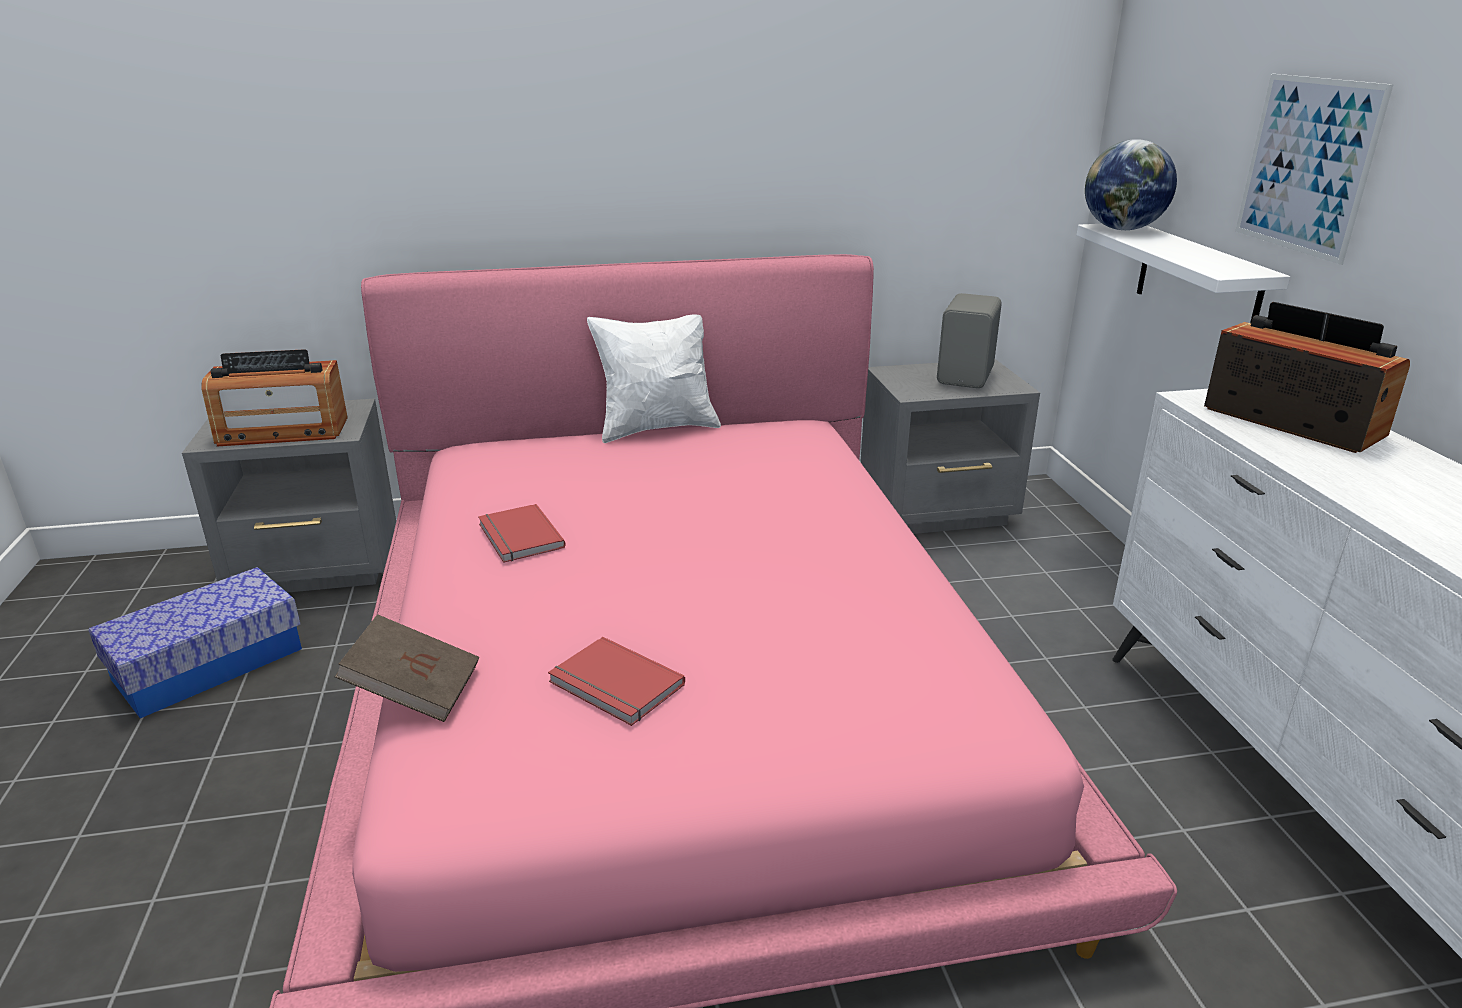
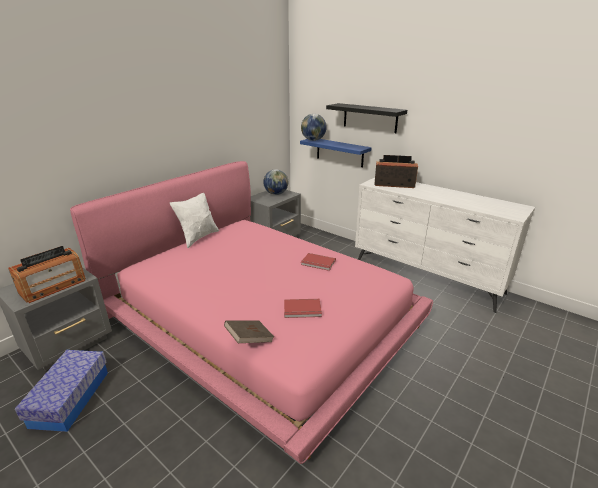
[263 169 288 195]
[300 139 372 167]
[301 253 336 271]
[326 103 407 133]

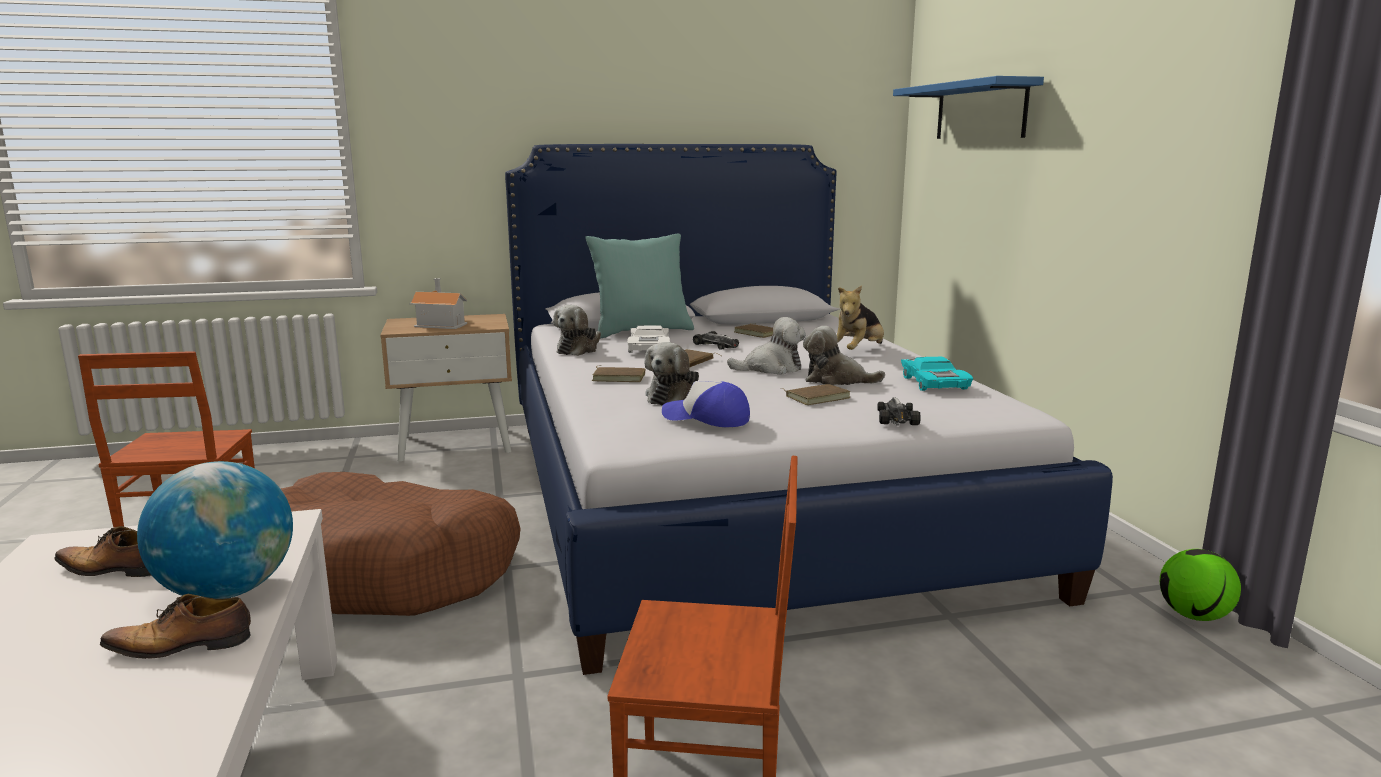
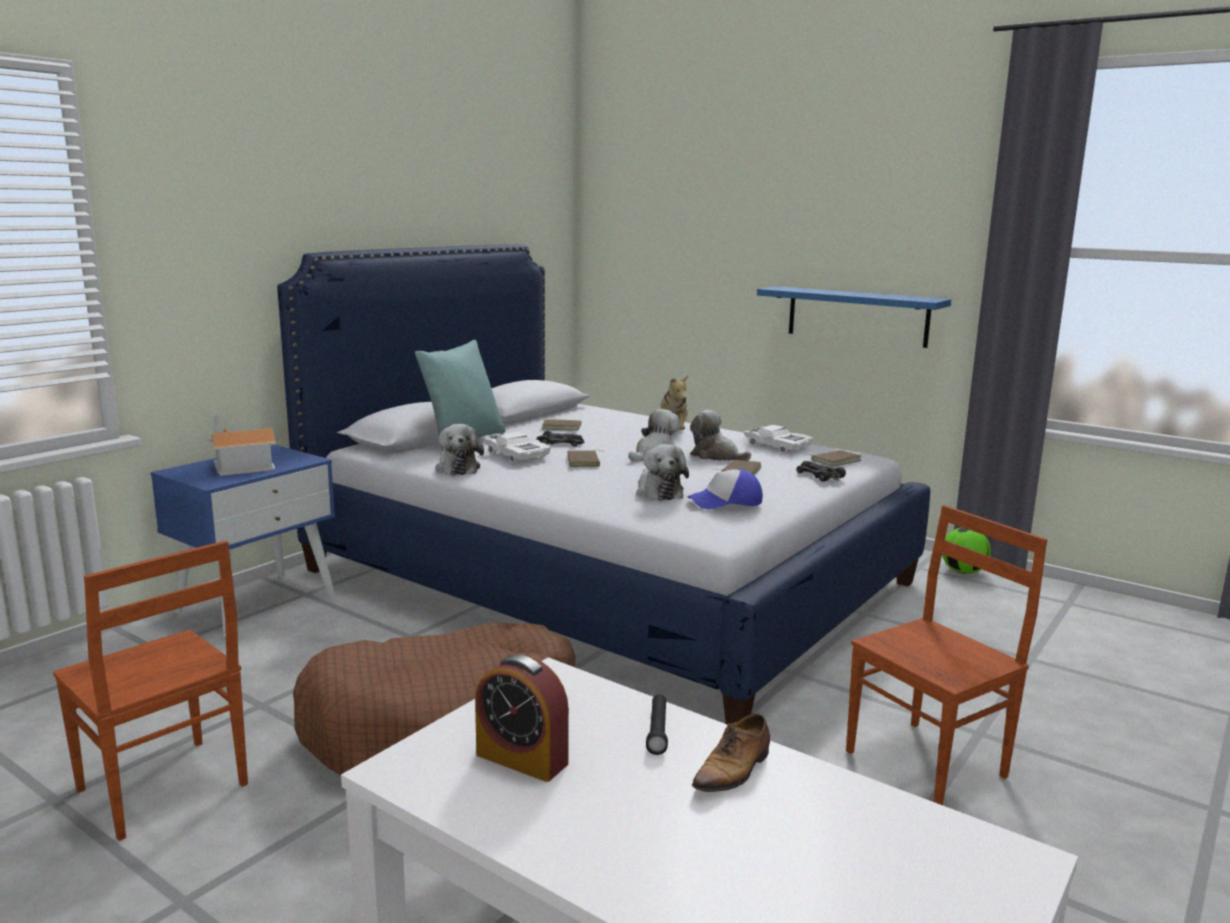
[151 445 335 637]
[475 655 569 782]
[646 694 668 755]
[690 410 751 461]
[744 425 813 453]
[757 286 951 348]
[809 450 861 467]

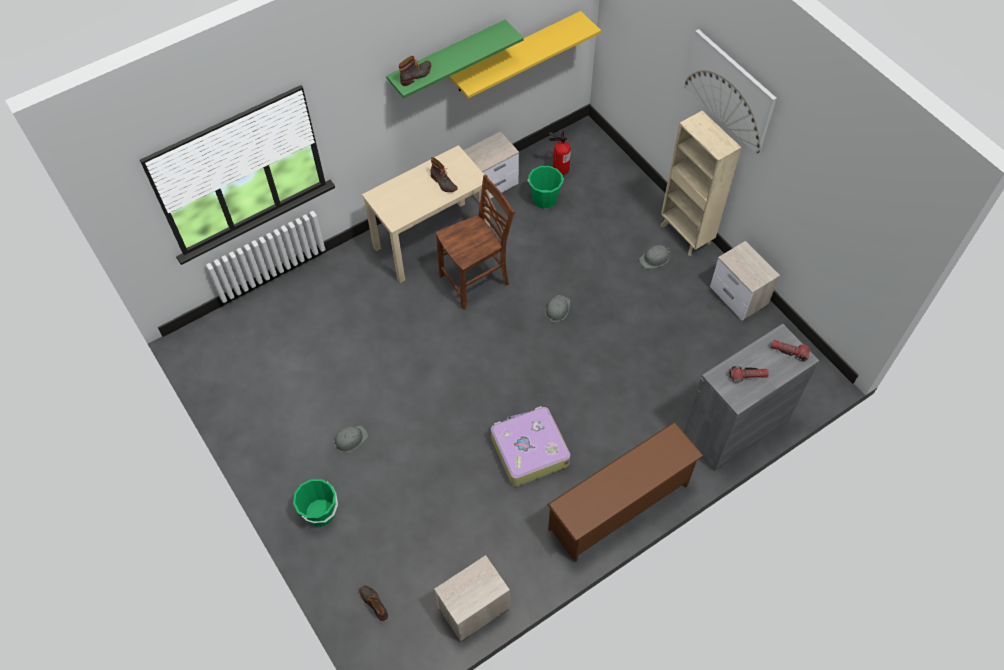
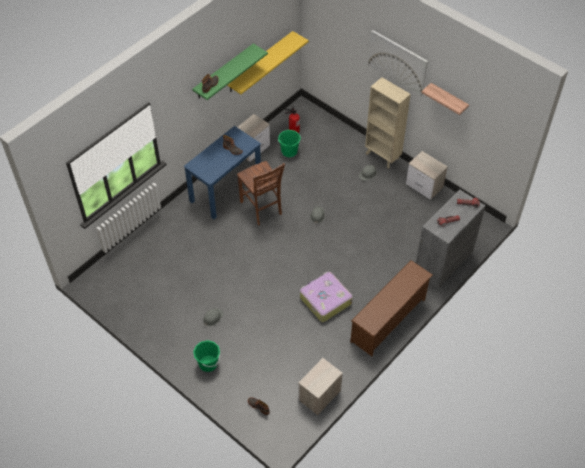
[184 126 261 219]
[237 161 285 225]
[421 83 469 115]

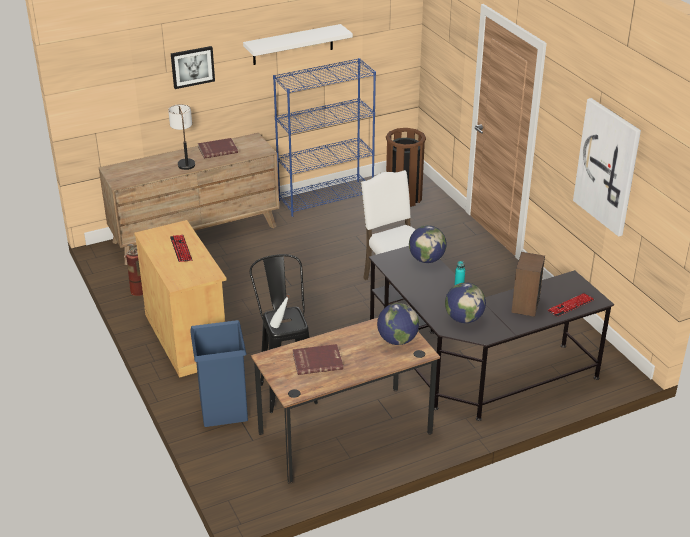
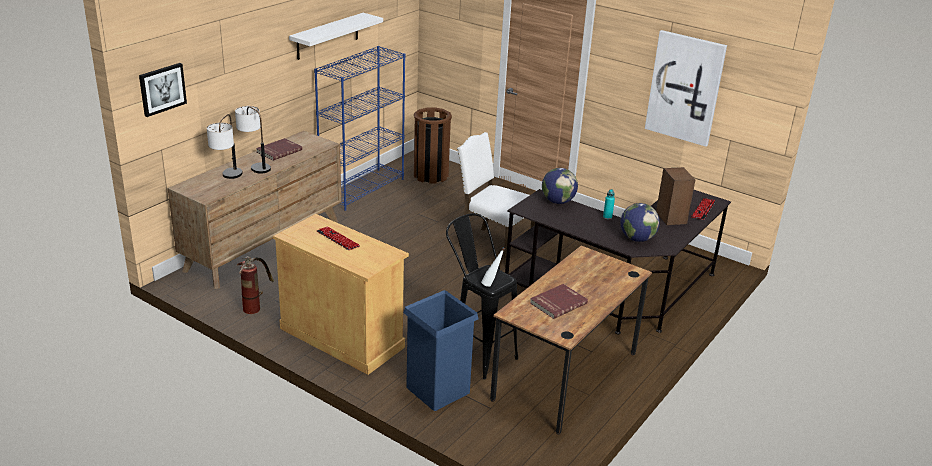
[139 63 187 117]
[207 114 243 179]
[377 303 419 345] (first image)

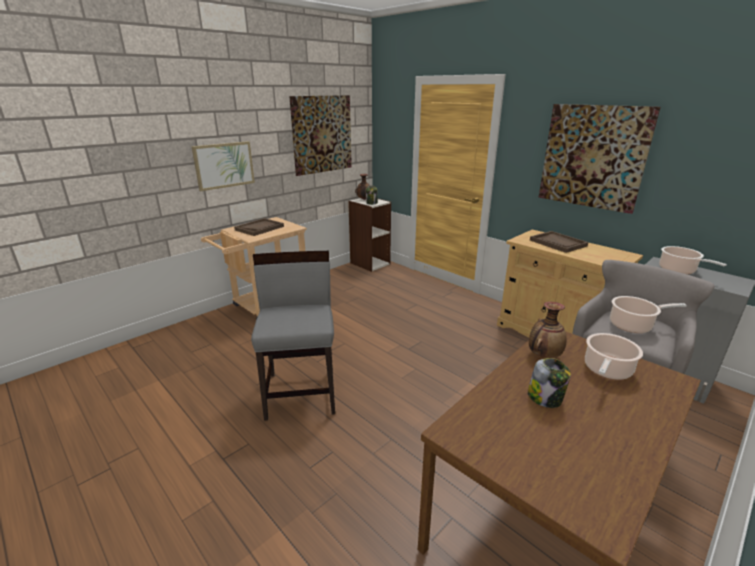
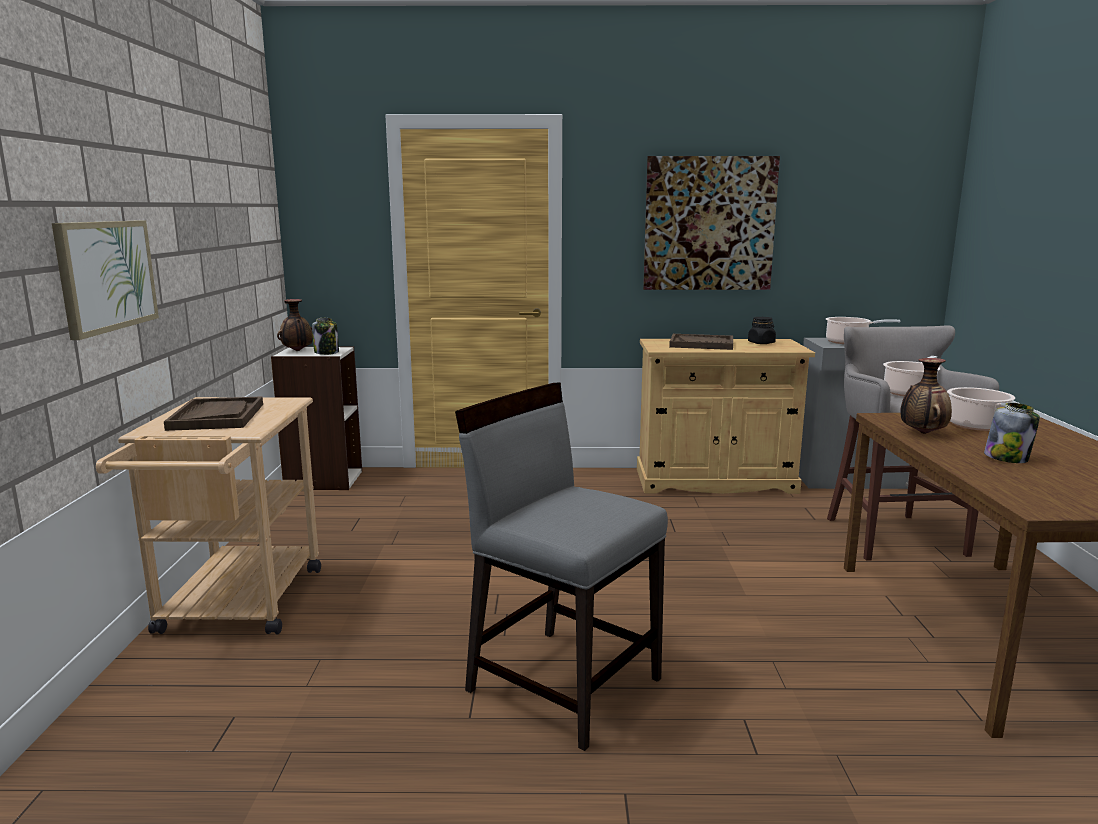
[748 317 776 344]
[289 95 352 176] (first image)

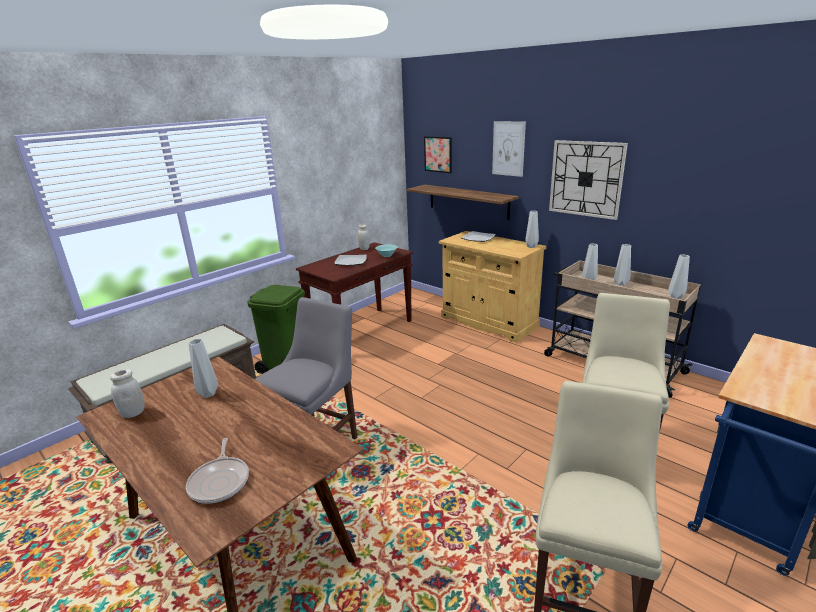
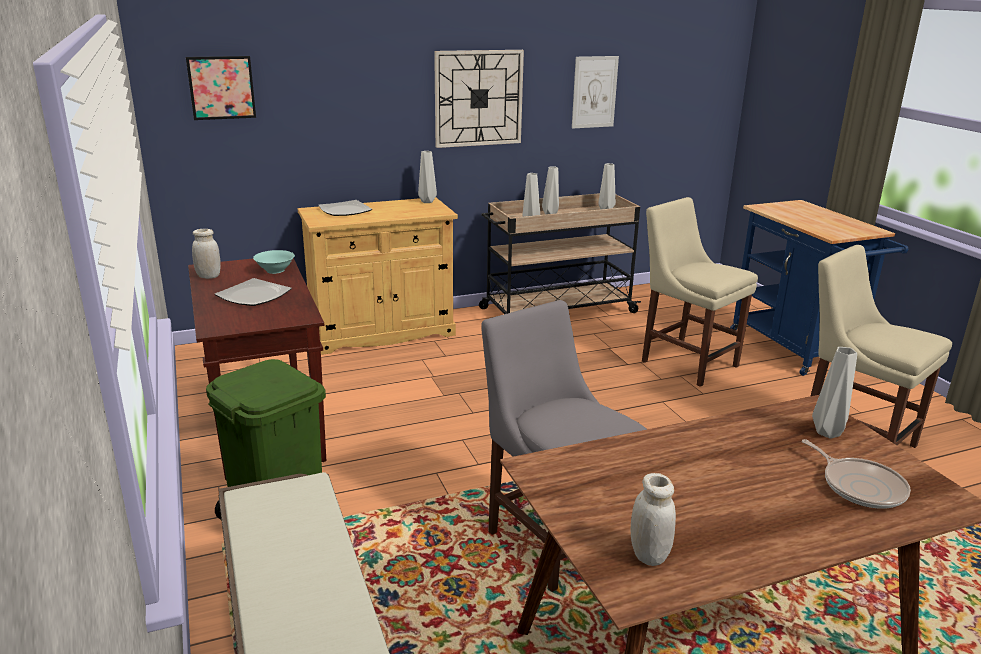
[572 56 619 129]
[802 439 911 509]
[812 347 857 439]
[407 185 519 220] (first image)

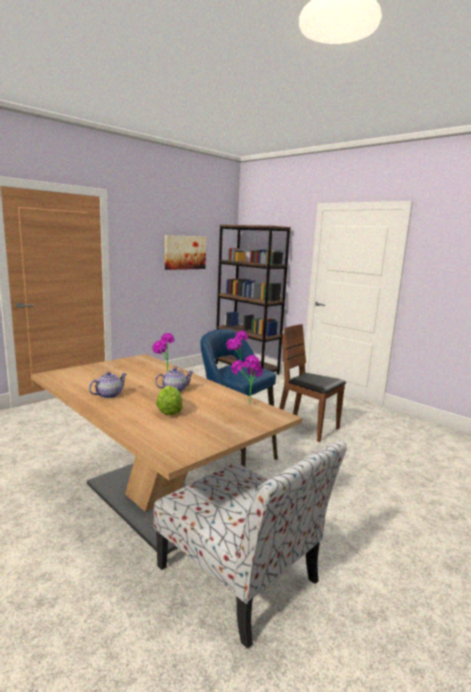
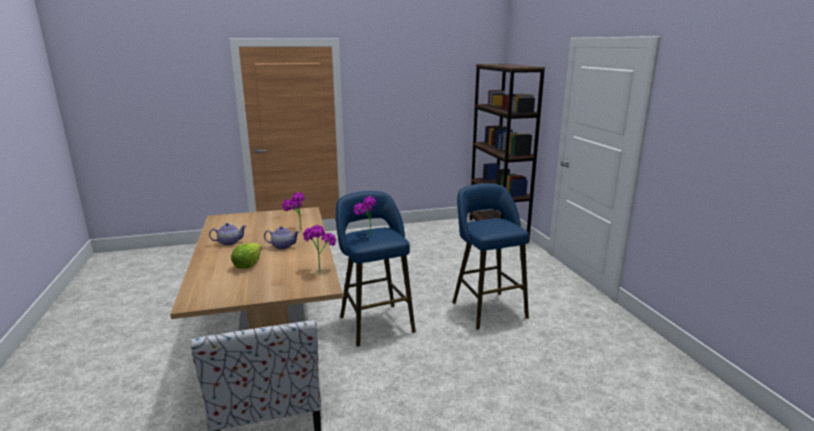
[452 183 529 329]
[165 235 206 270] (first image)

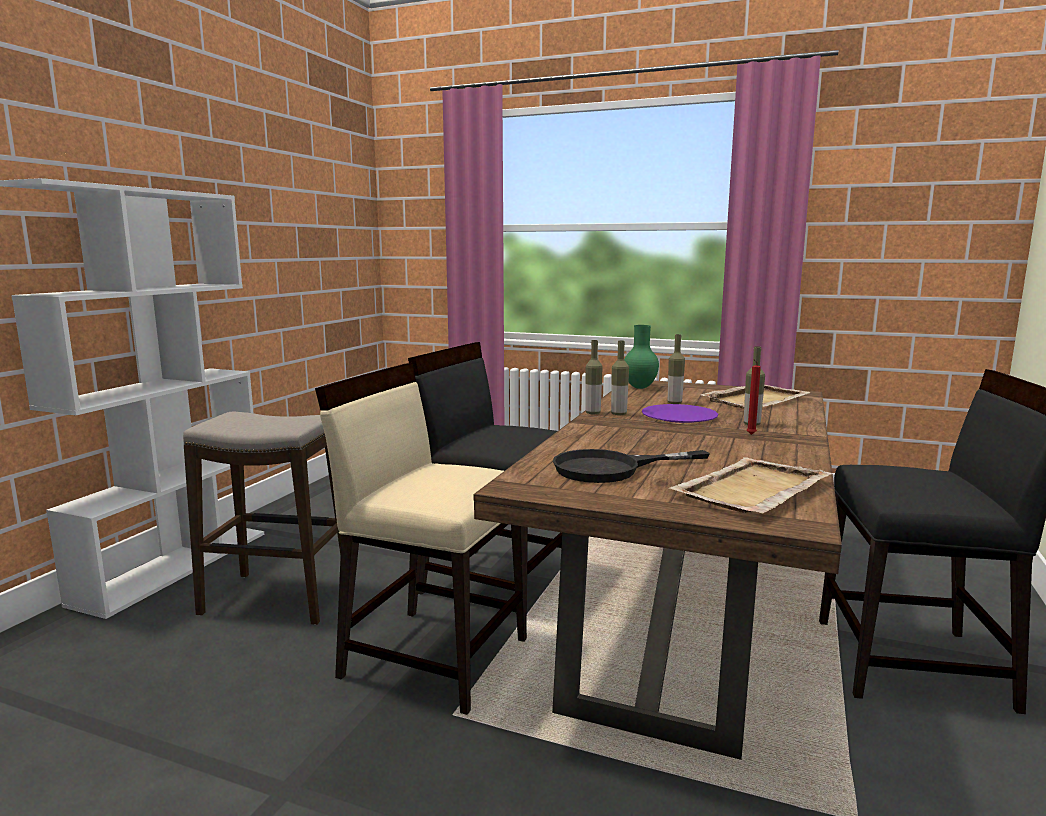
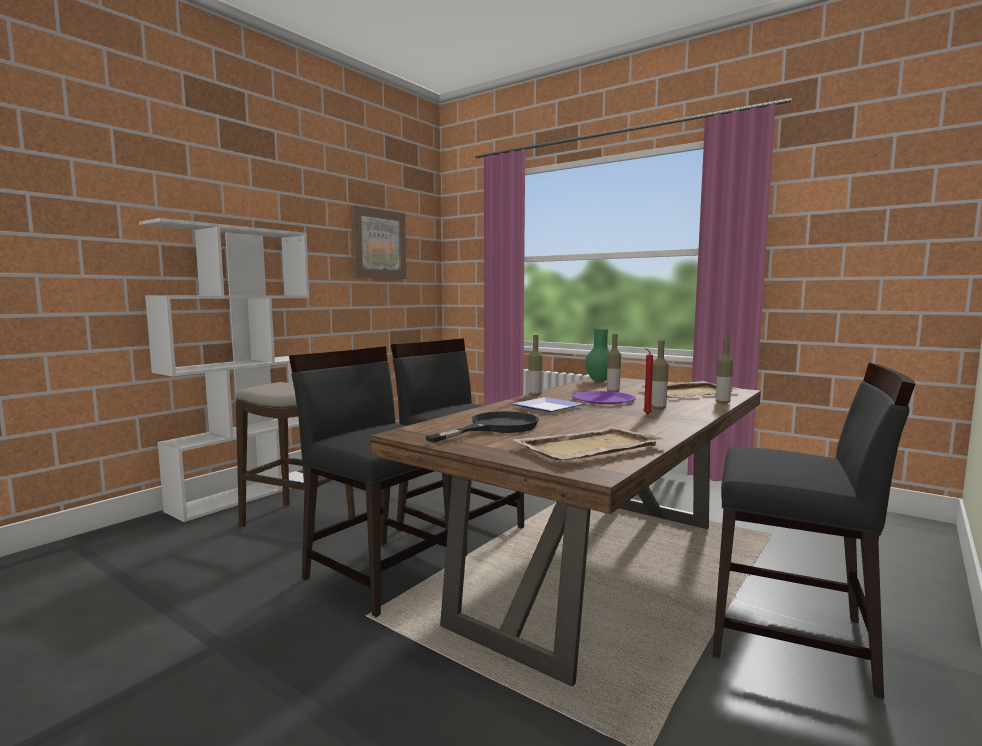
[289 346 452 617]
[351 205 406 279]
[425 411 539 443]
[513 397 583 412]
[716 338 733 403]

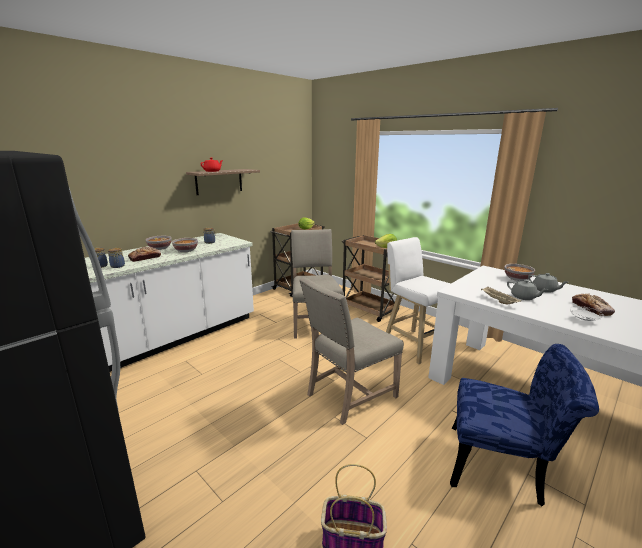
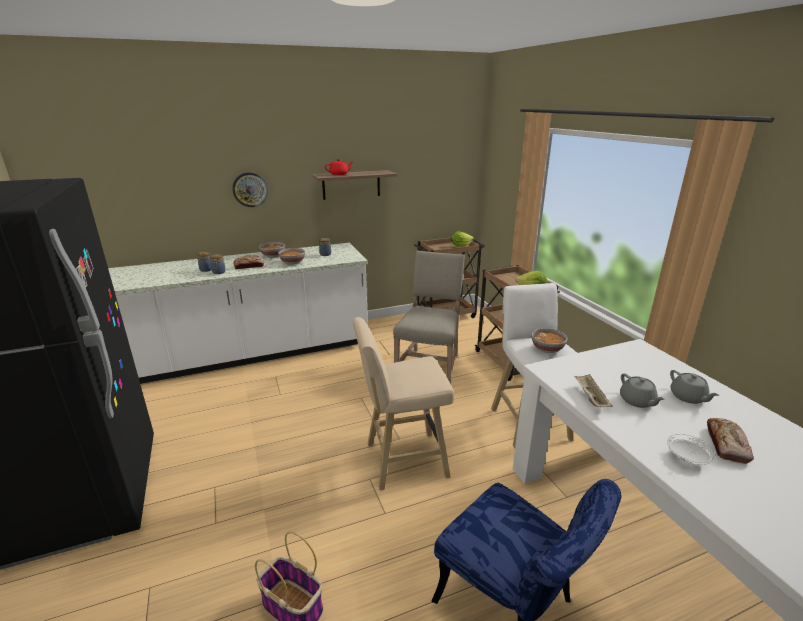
[232 172 268 207]
[353 317 454 490]
[531 328 567 353]

